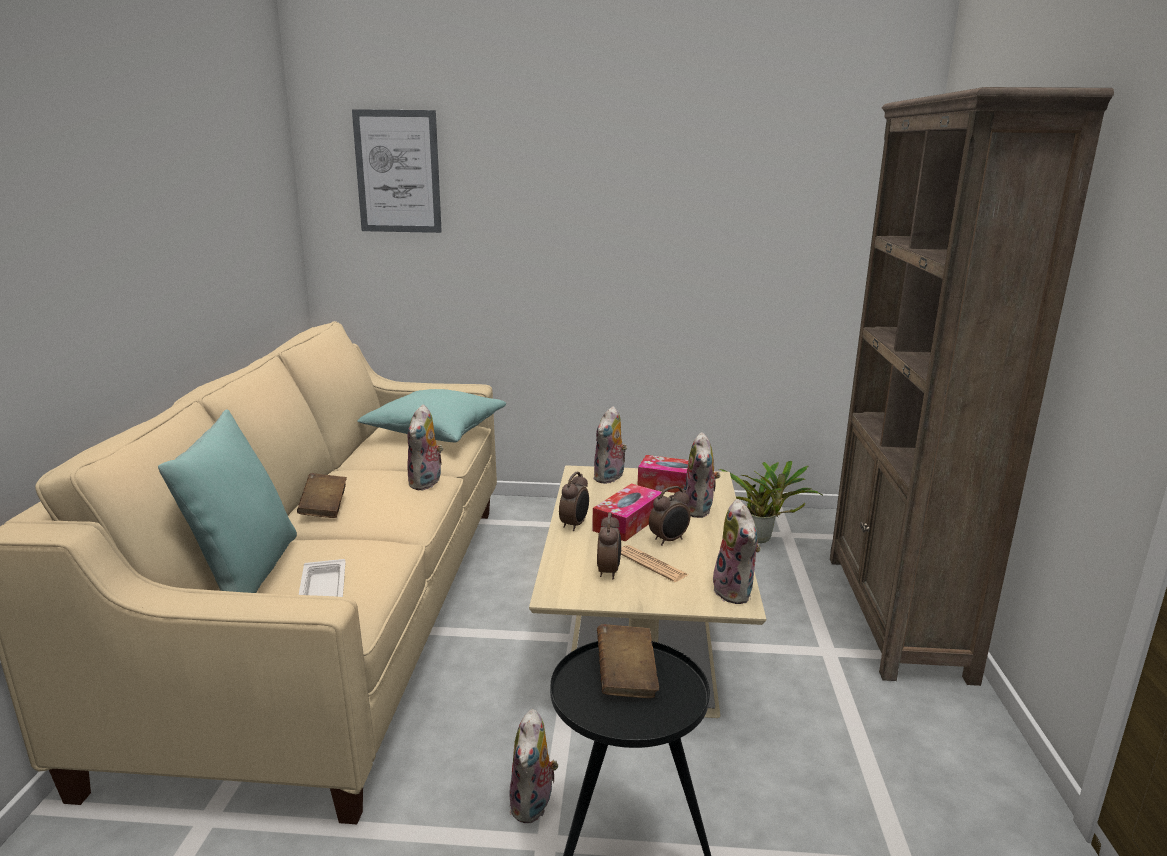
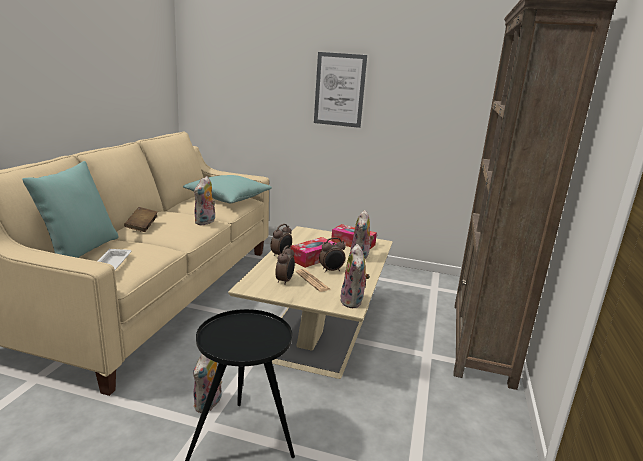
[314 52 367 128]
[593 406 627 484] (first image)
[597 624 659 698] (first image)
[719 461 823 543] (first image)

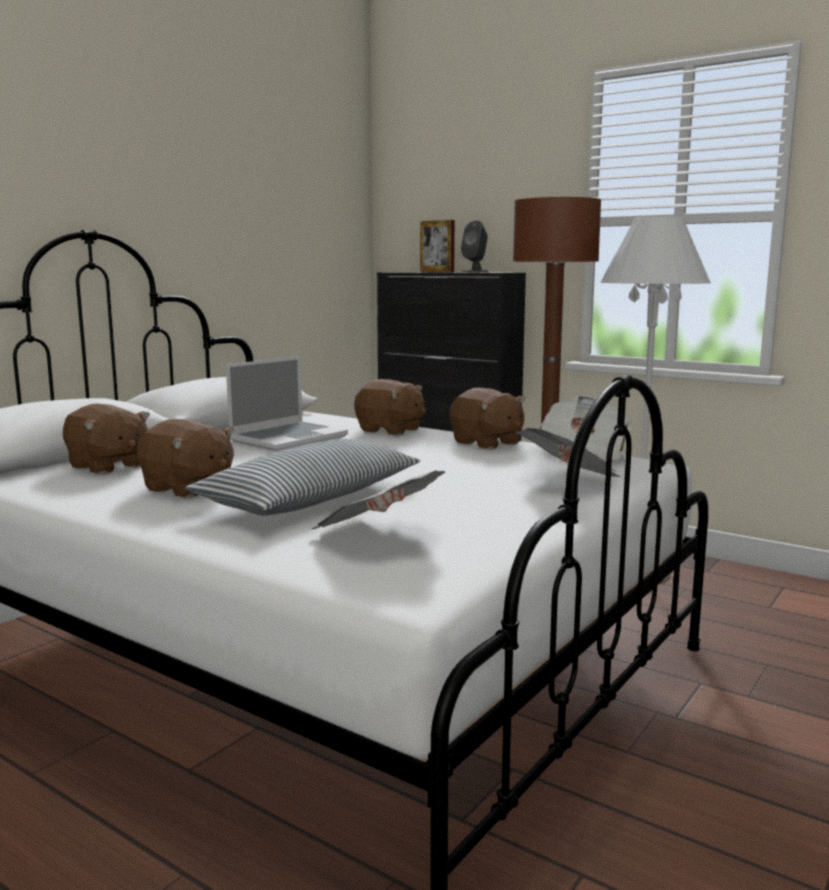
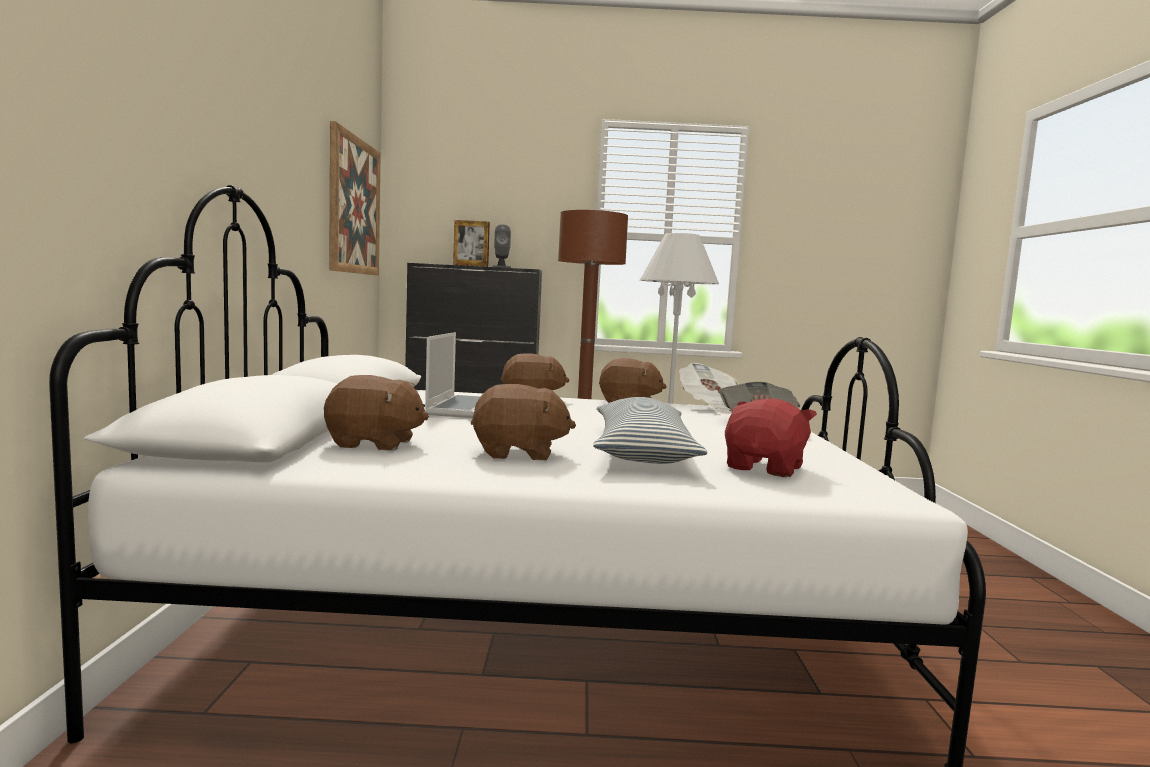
[329 121 381 275]
[725 399 817 477]

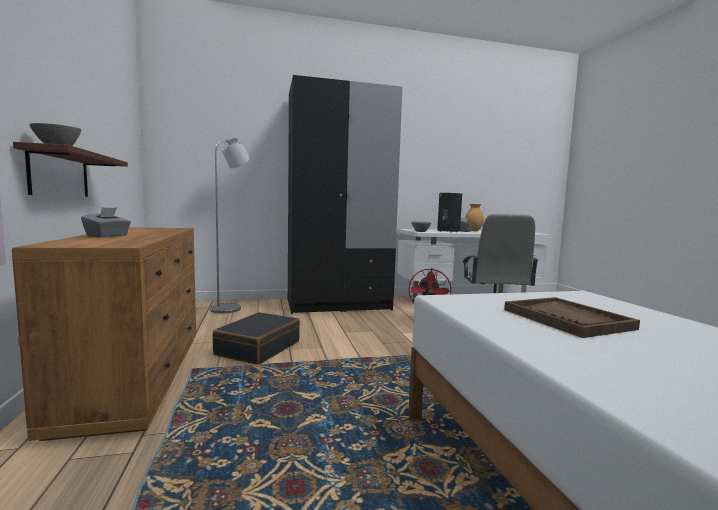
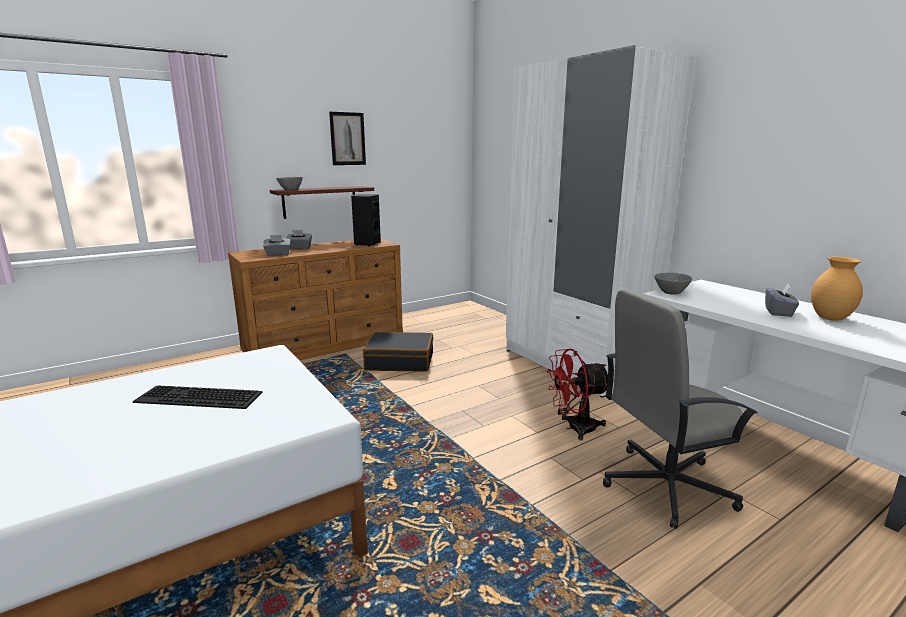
[133 385 263 409]
[263 235 291 256]
[329 112 366 165]
[351 194 381 246]
[506 45 696 398]
[210 138 250 313] (first image)

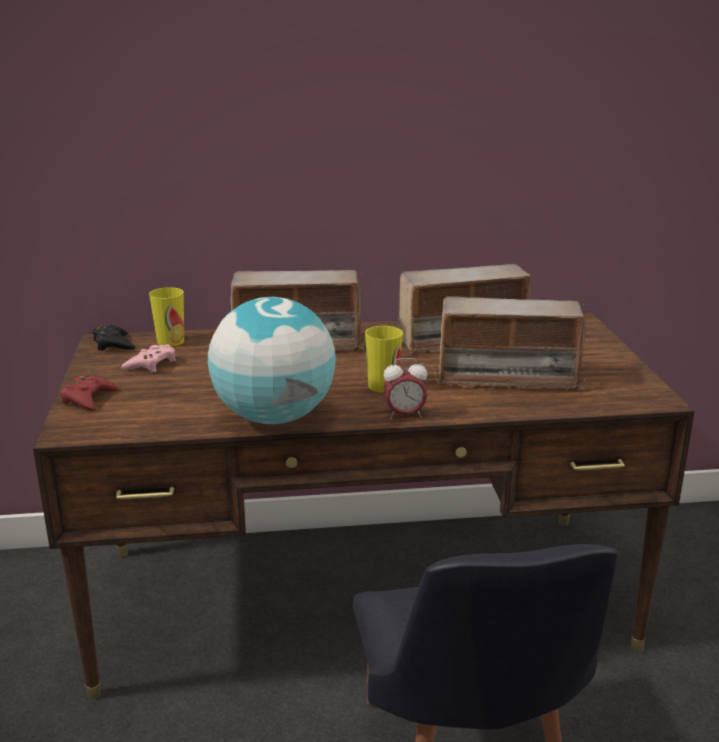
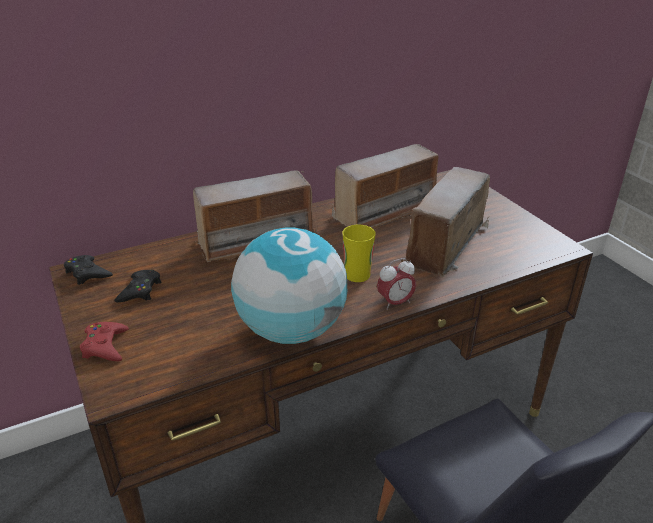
[114 270 161 302]
[401 167 490 278]
[149 287 184 347] (first image)

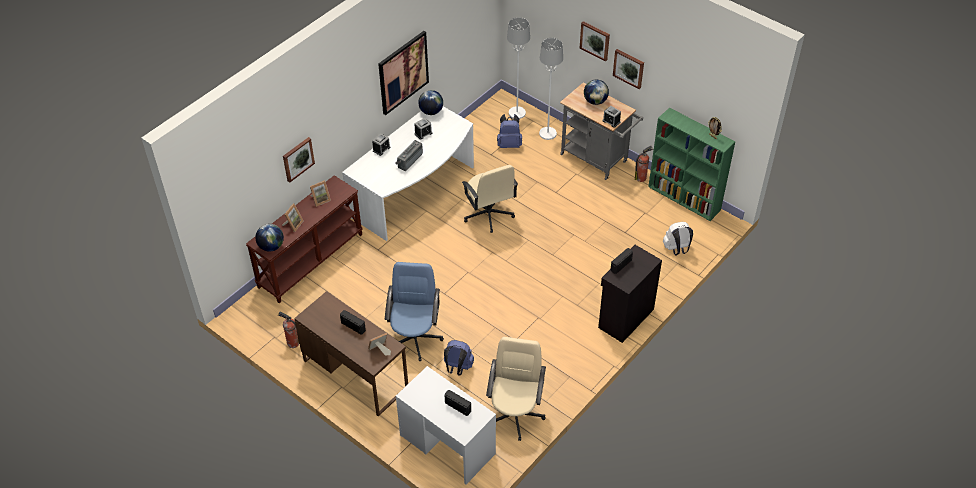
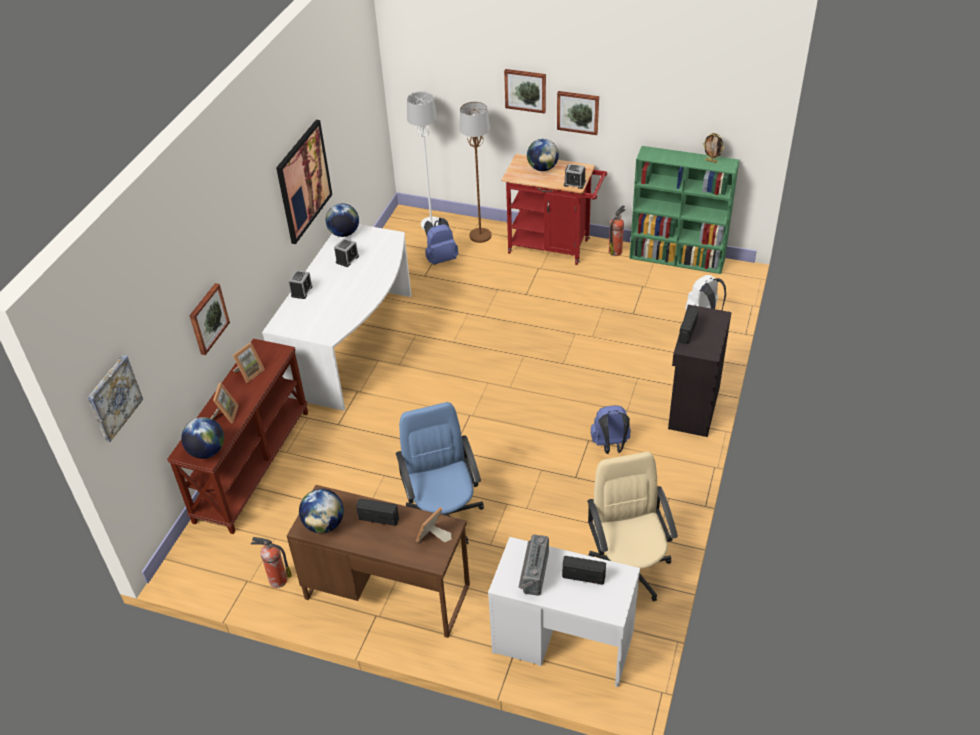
[87 355 143 442]
[299 489 344 533]
[460 101 491 243]
[501 154 607 265]
[519 534 549 596]
[591 405 631 454]
[462 165 518 233] (first image)

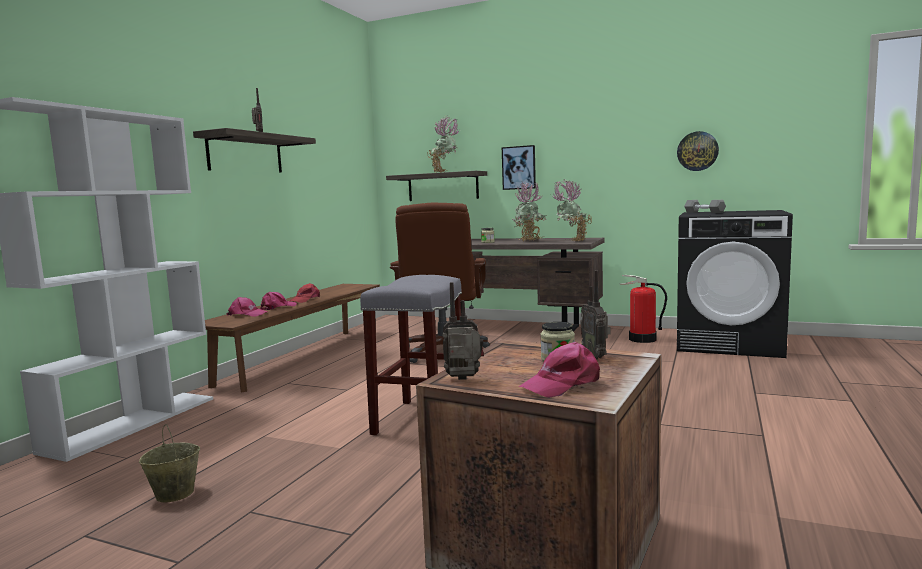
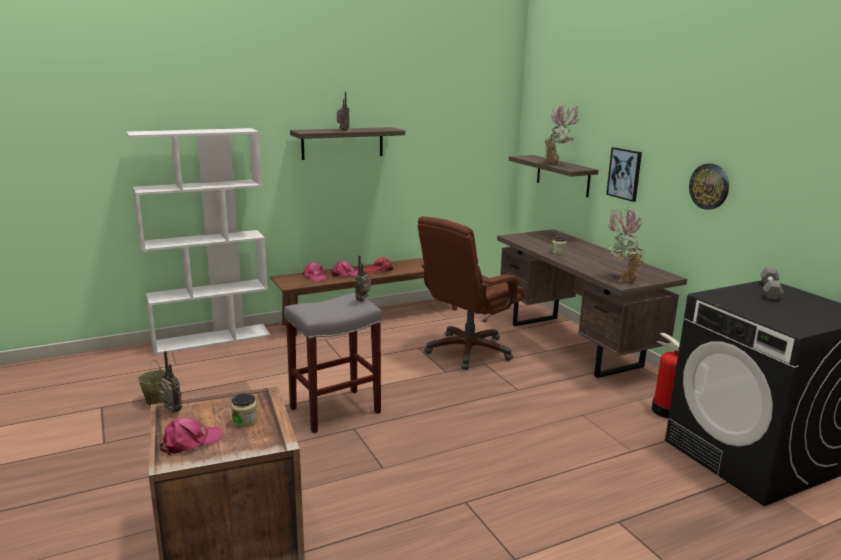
[160 417 223 456]
[355 255 371 302]
[689 164 729 210]
[512 181 546 241] (first image)

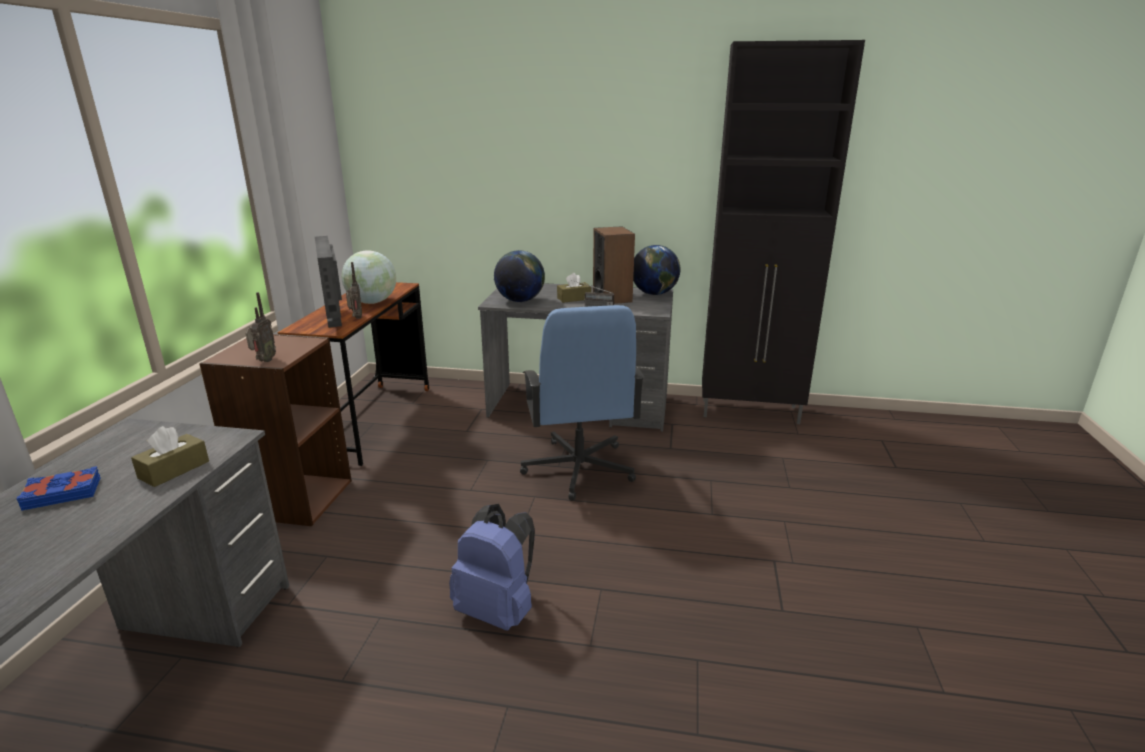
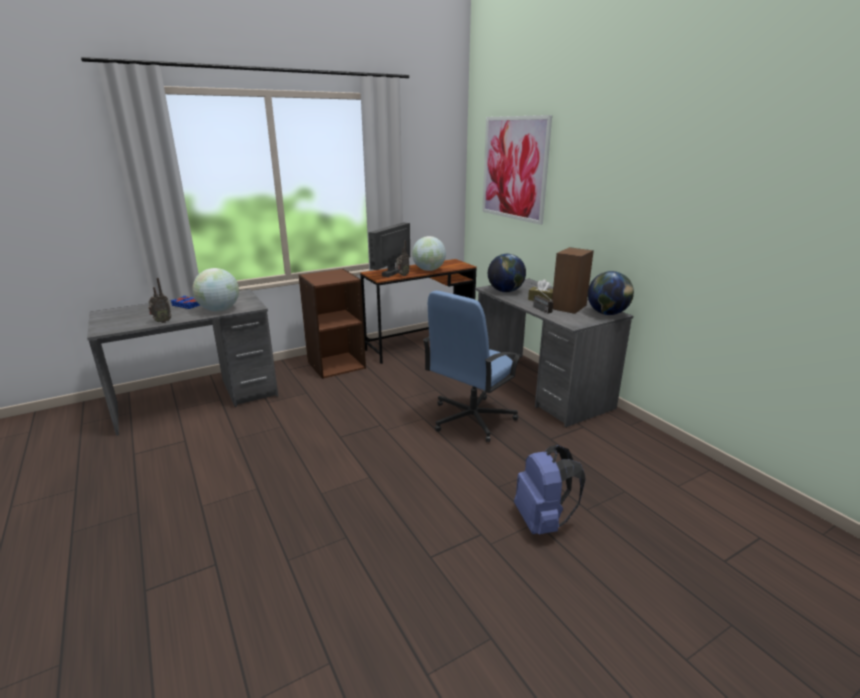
[148 278 172 323]
[192 268 239 312]
[482 115 552 225]
[514 445 586 534]
[702 40 865 424] (first image)

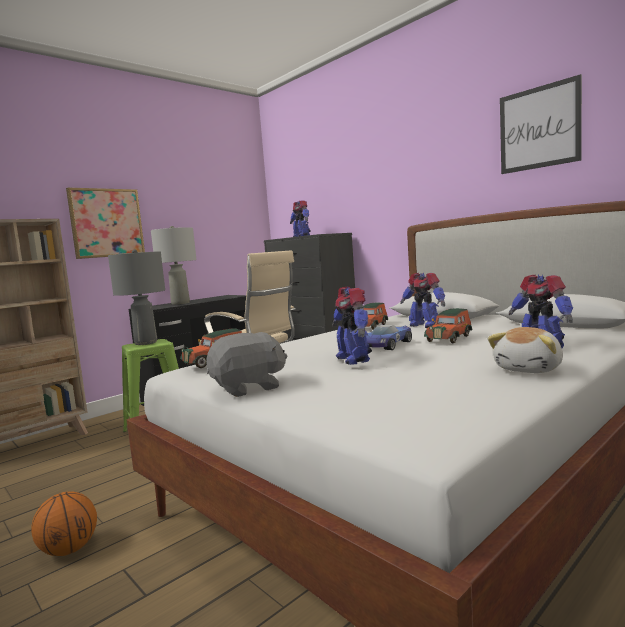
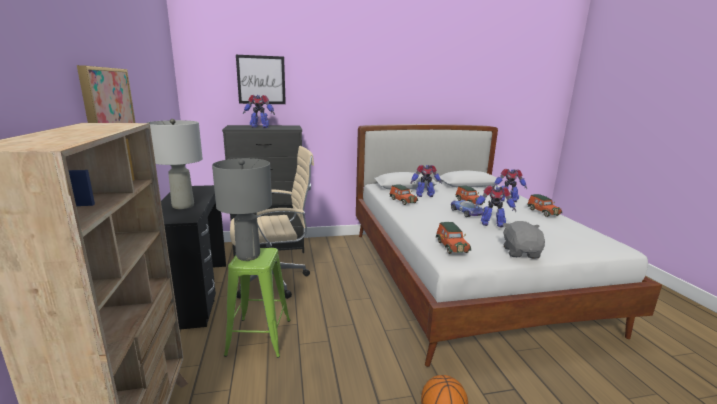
[236 55 286 104]
[527 194 562 217]

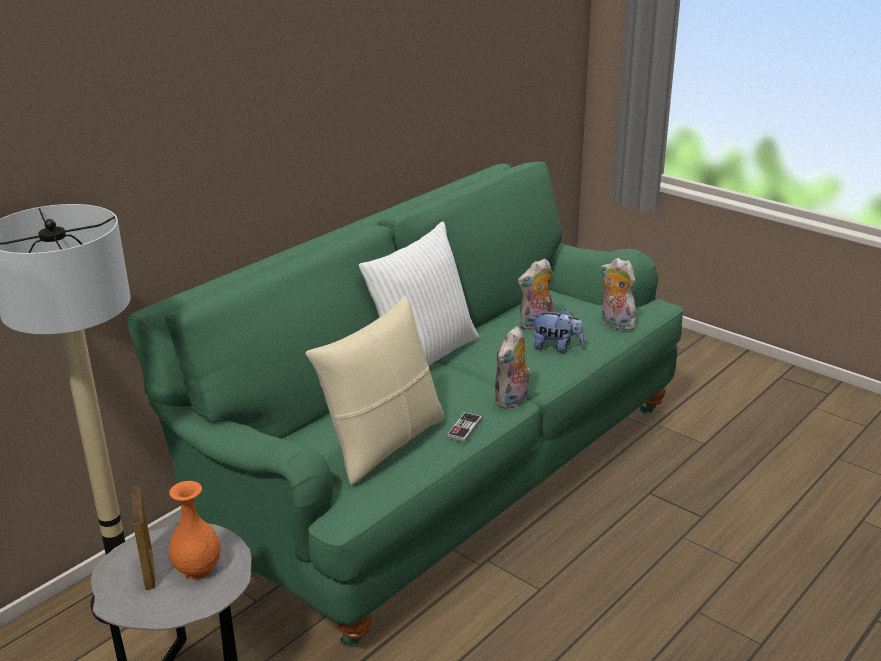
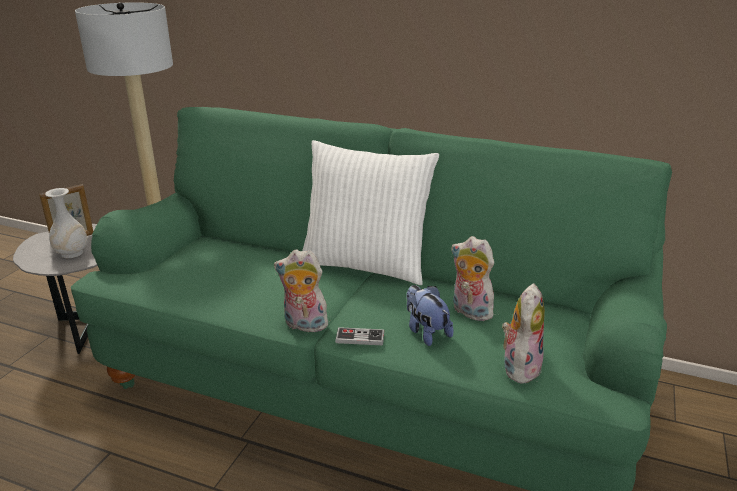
[45 188 87 258]
[335 327 384 345]
[407 285 454 346]
[305 296 444 485] (first image)

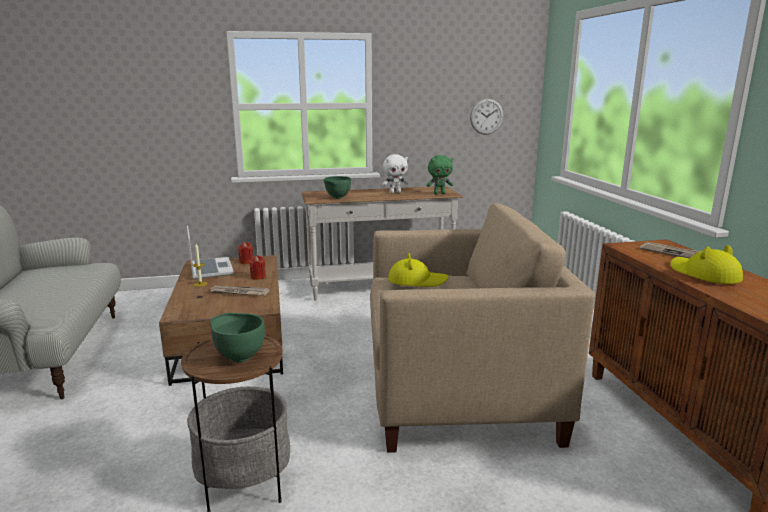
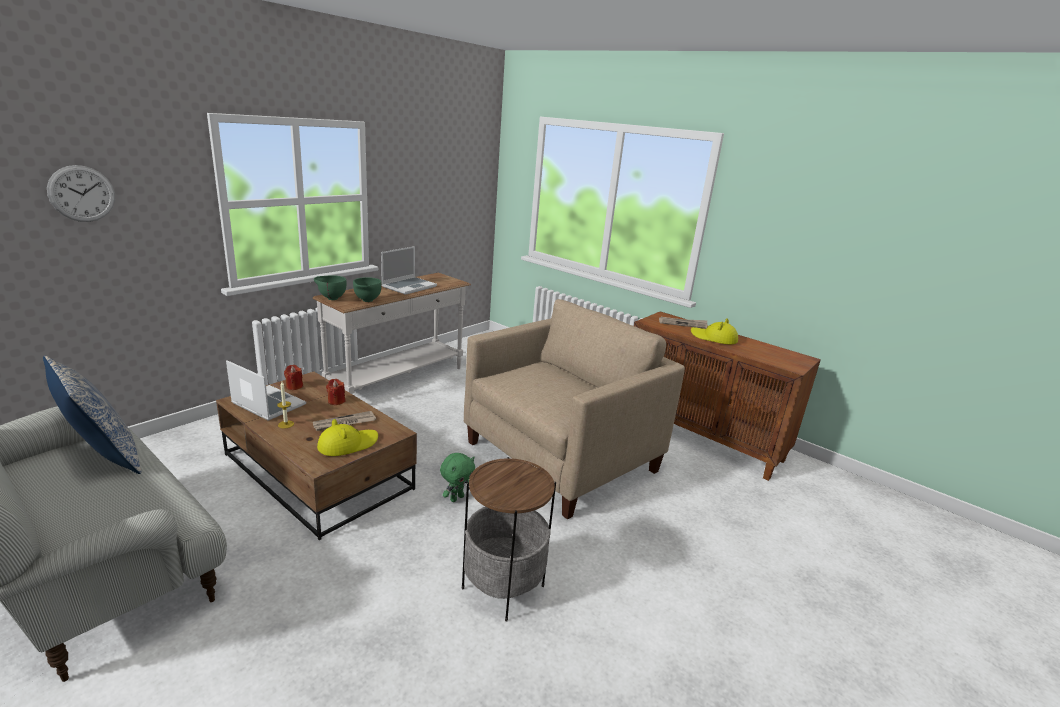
[43 356 141 474]
[47 165 115 222]
[314 275 347 300]
[317 419 378 456]
[381 246 437 295]
[440 453 475 502]

